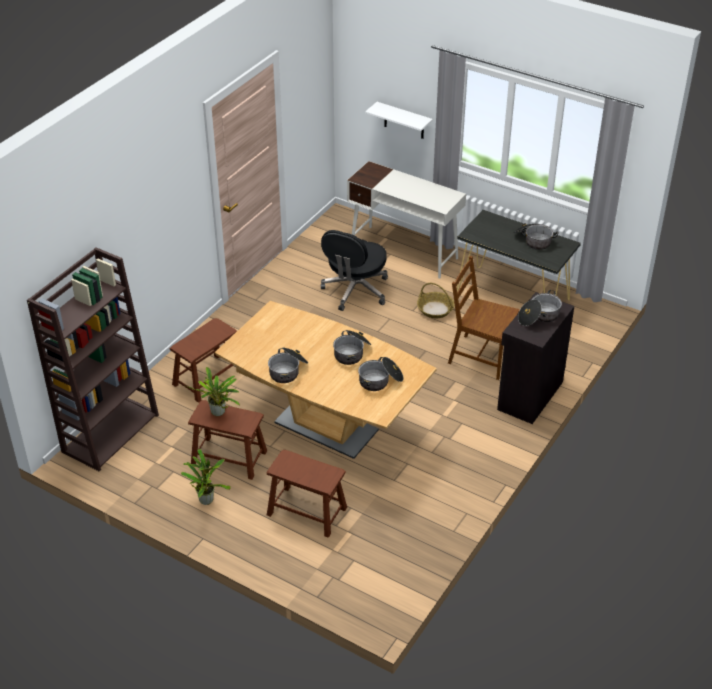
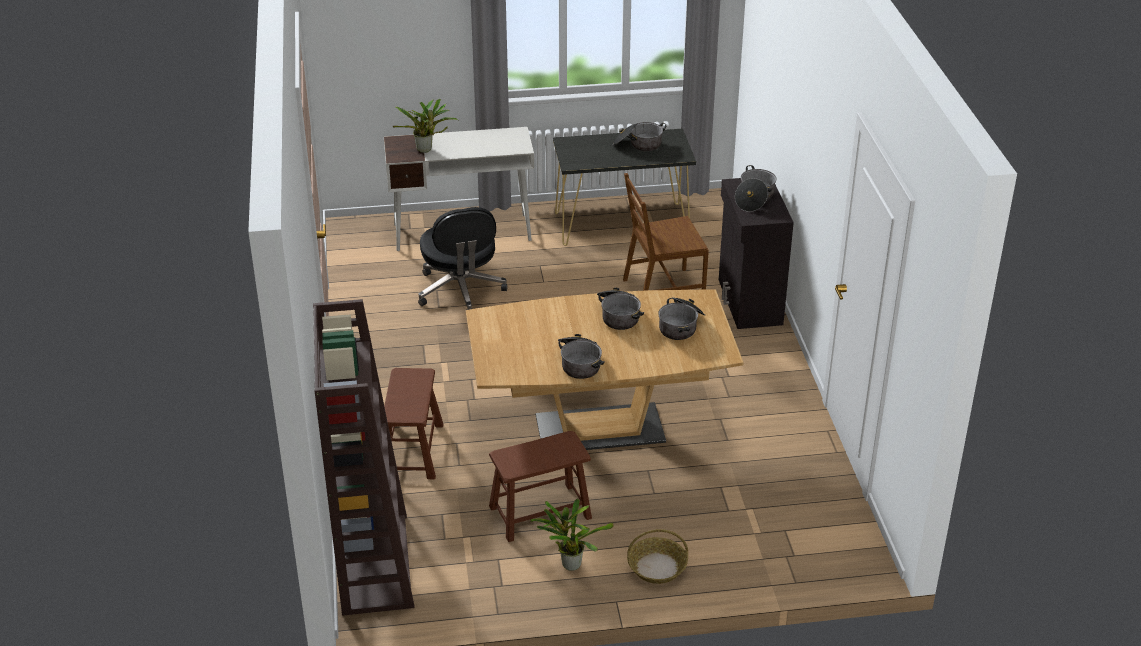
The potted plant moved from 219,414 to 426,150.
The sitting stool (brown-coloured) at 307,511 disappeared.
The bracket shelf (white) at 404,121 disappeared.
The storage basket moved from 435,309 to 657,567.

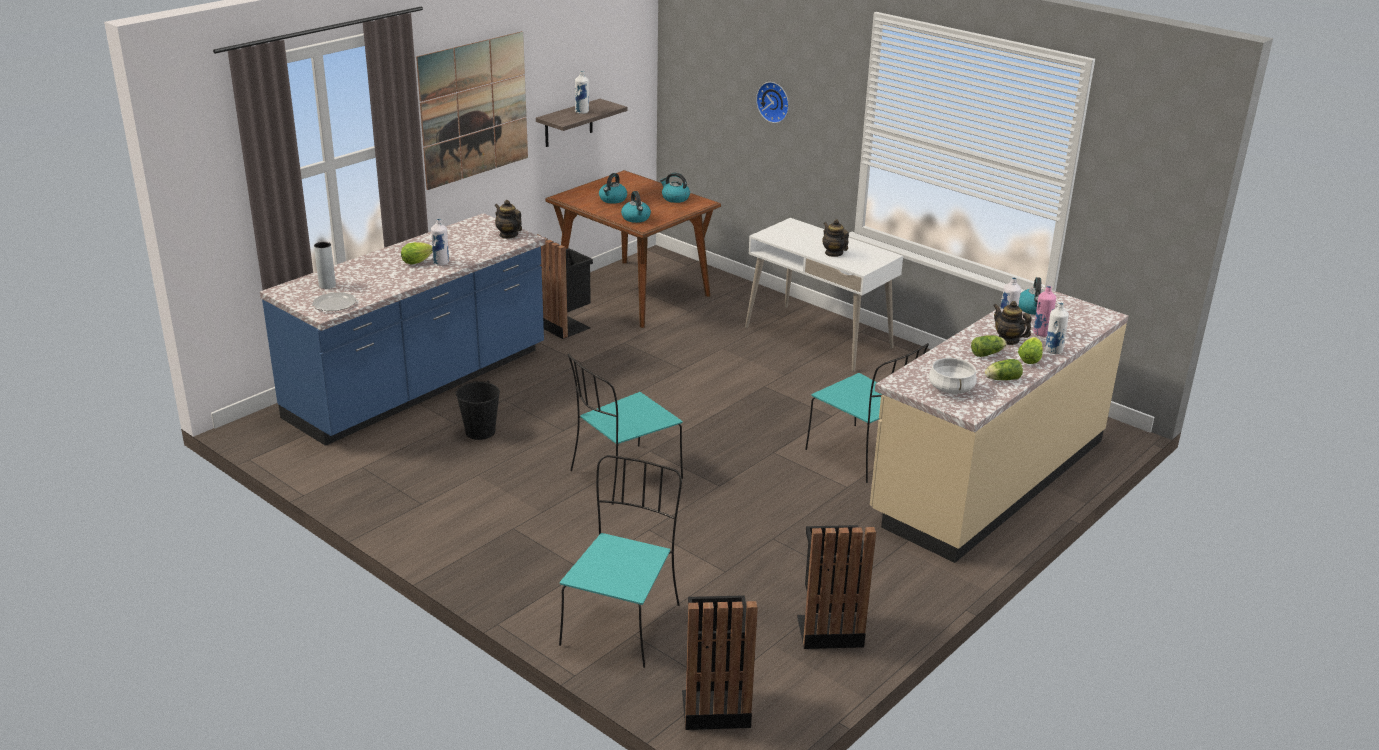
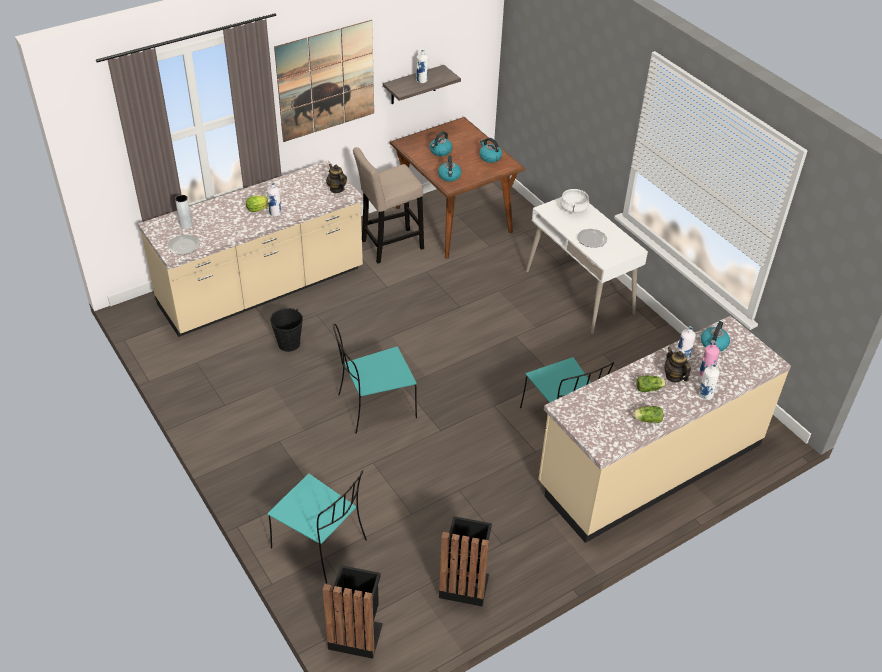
The kitchen base unit (blue) at 419,385 became the kitchen base unit (sand-coloured) at 262,289.
The trash can (blackish) at 565,325 was replaced by the sitting stool (sand-coloured) at 389,246.
The upright chair (turquoise) at 622,623 turned 90 degrees clockwise.
The hanging clock at 774,101 disappeared.
The tea pot at 833,253 was replaced by the dinner plate at 591,239.
The saucepot (white) moved from 951,389 to 574,209.
The lettuce at 1030,359 disappeared.

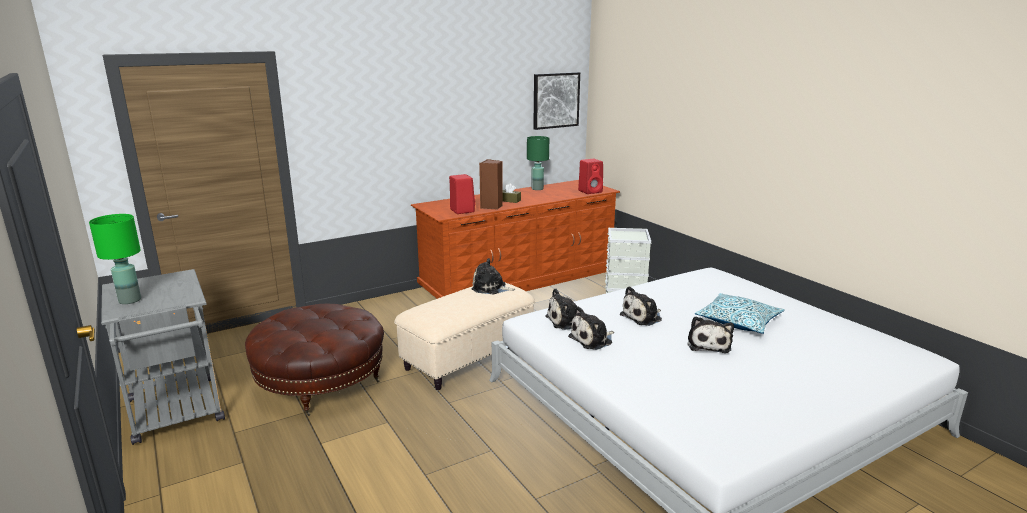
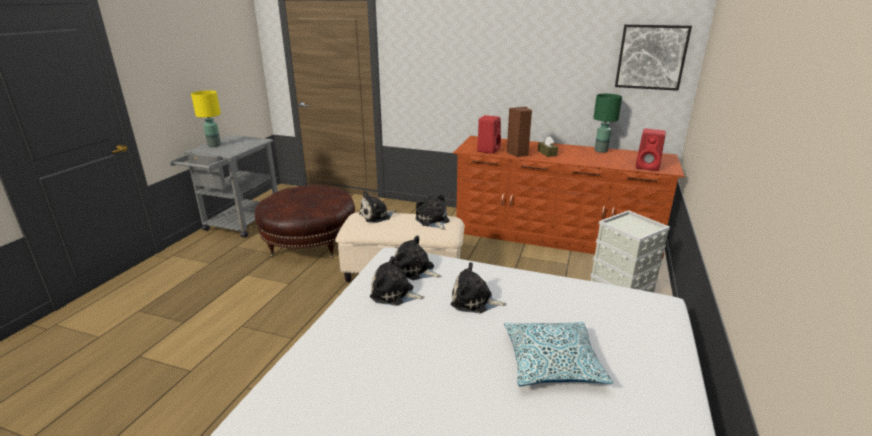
The tabletop lamp (green-coloured) at 129,300 became the tabletop lamp (yellow) at 214,145.
The cuddly toy moved from 708,344 to 377,216.

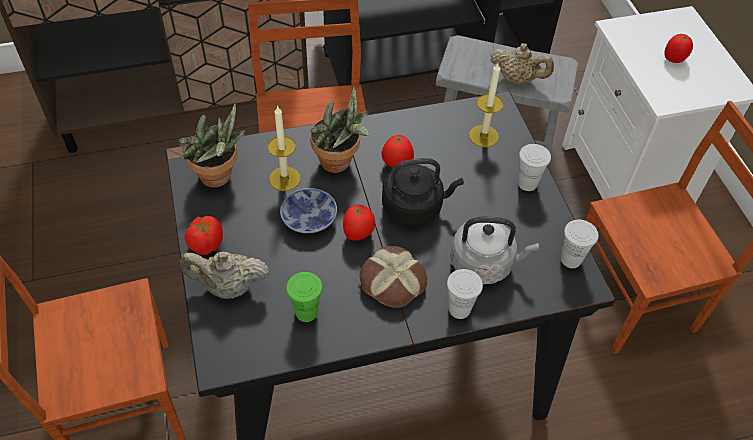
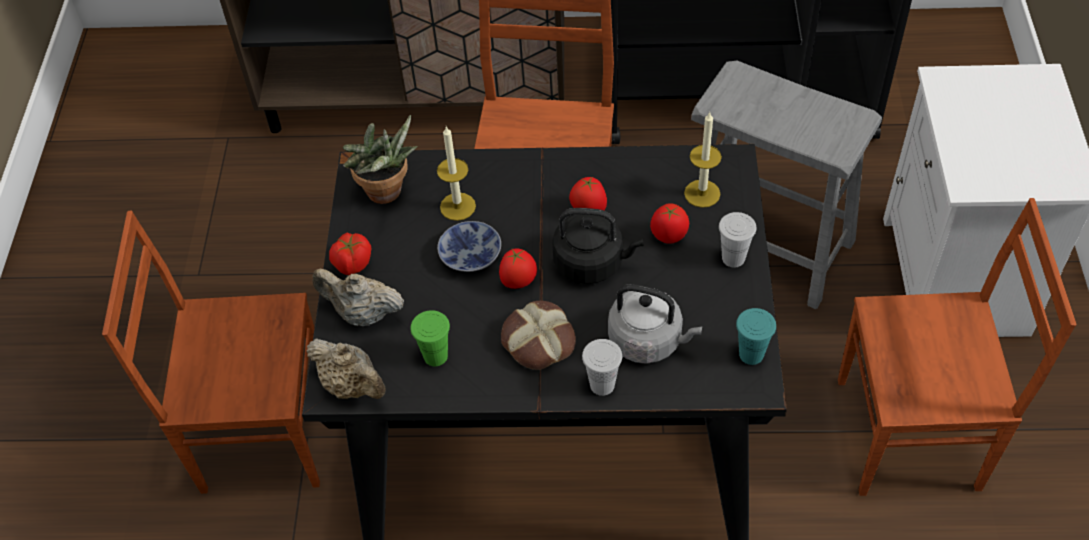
The potted plant at 340,163 disappeared.
The tea pot (sand-coloured) moved from 517,79 to 352,386.
The drinking cup (white) at 571,259 became the drinking cup (turquoise) at 751,354.
The fresh tomato moved from 674,59 to 669,236.

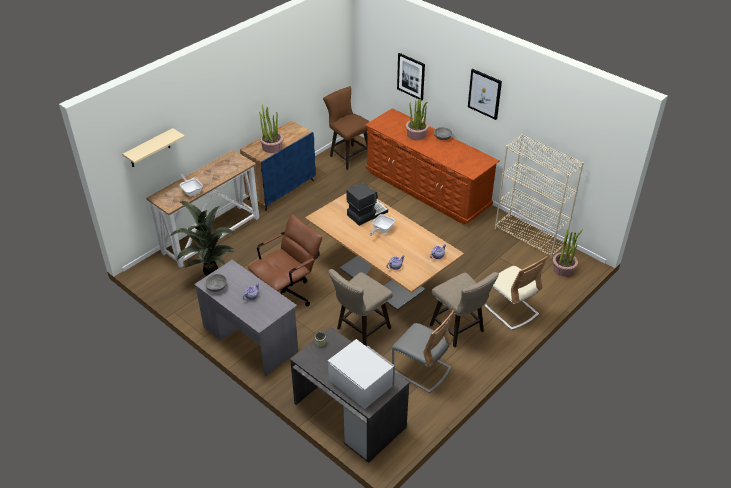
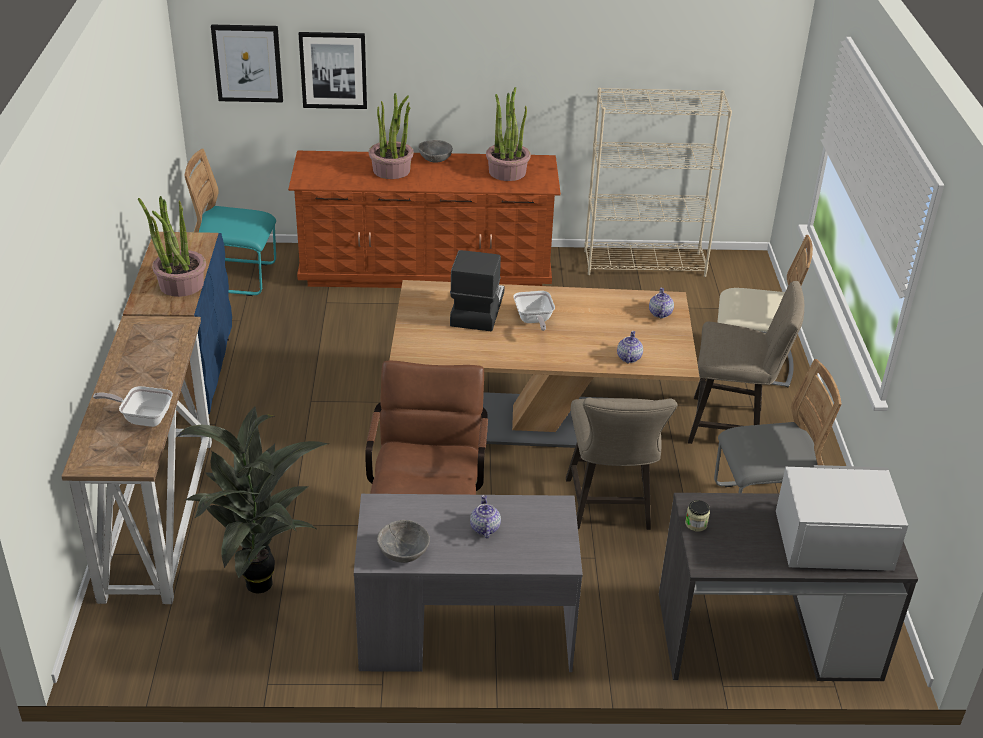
The bracket shelf (sand-coloured) at 149,148 disappeared.
The sitting stool (brown-coloured) at 348,155 was replaced by the upright chair (turquoise) at 236,277.
The wall picture moved from 484,94 to 247,63.
The potted plant moved from 563,269 to 507,172.

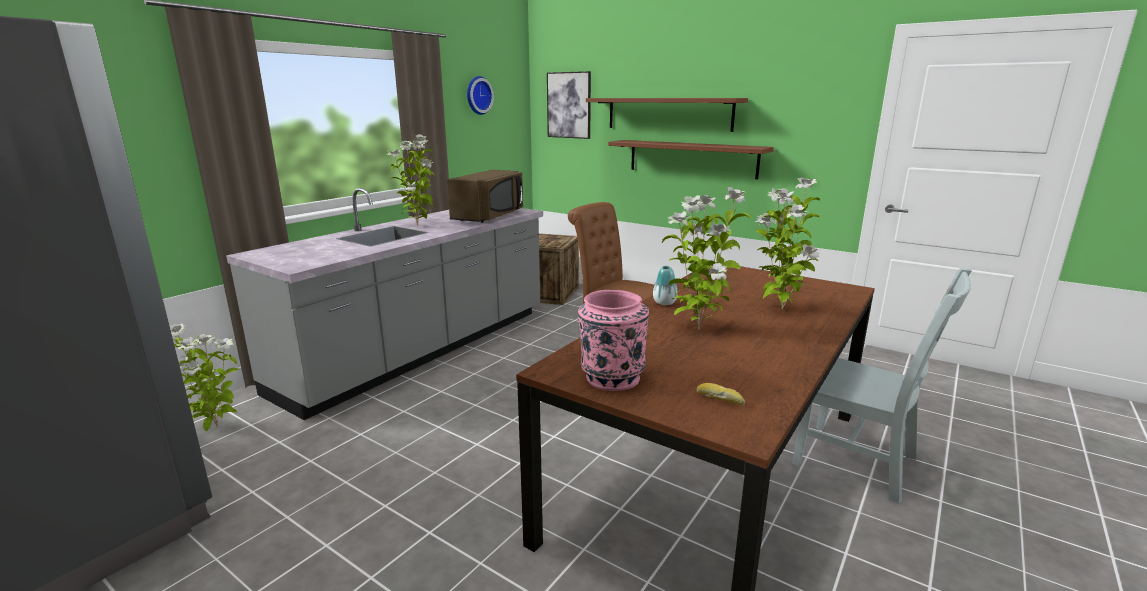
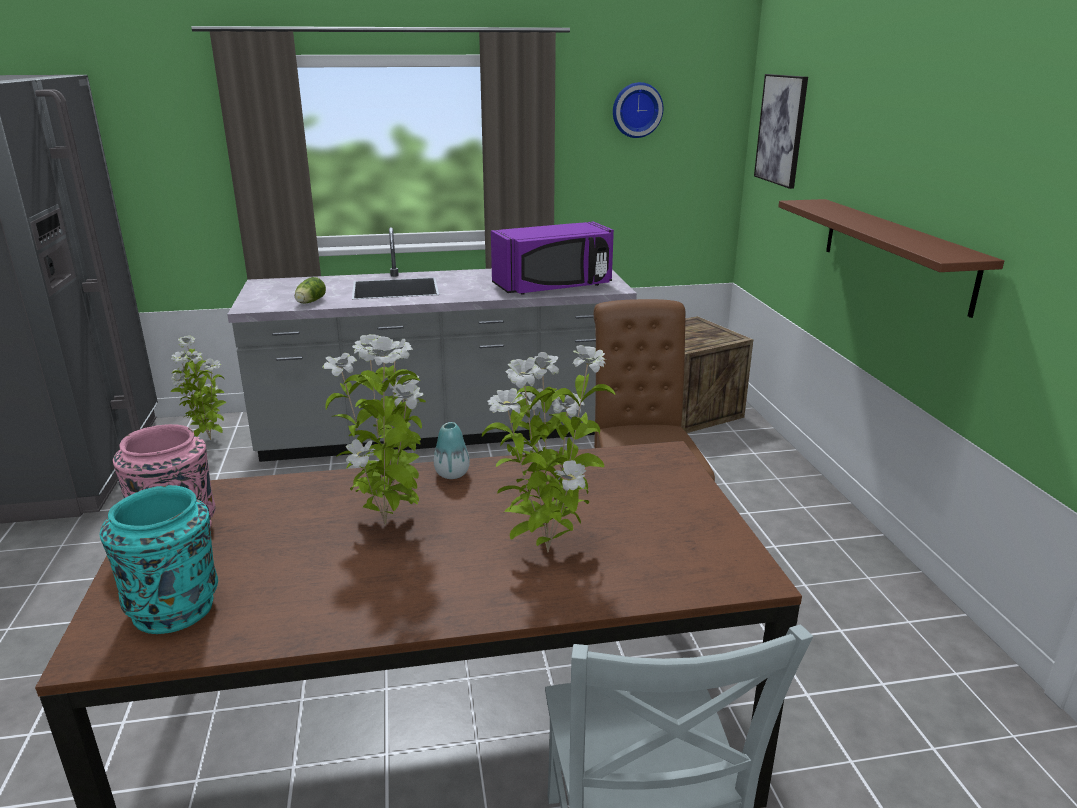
The potted plant at 418,225 disappeared.
The kitchen microwave (brown-coloured) at 490,216 became the kitchen microwave (purplish) at 554,287.
The bracket shelf (brown-coloured) at 668,114 disappeared.
The bread at 720,399 was replaced by the vase (turquoise) at 175,608.
The lettuce at 309,302 appeared.

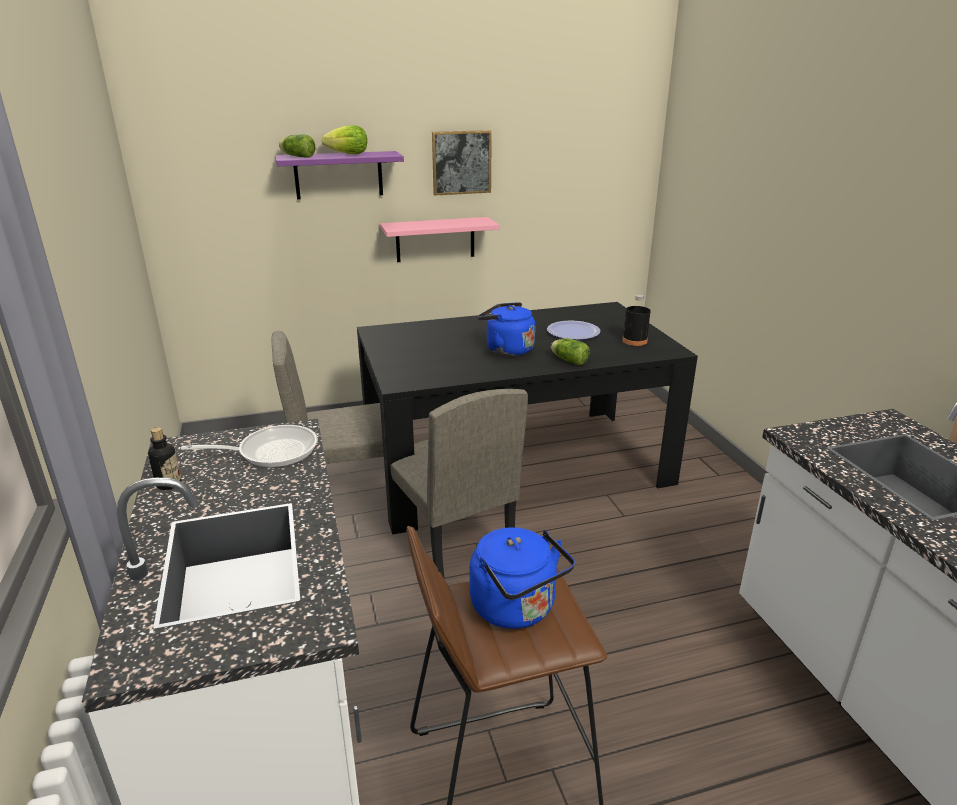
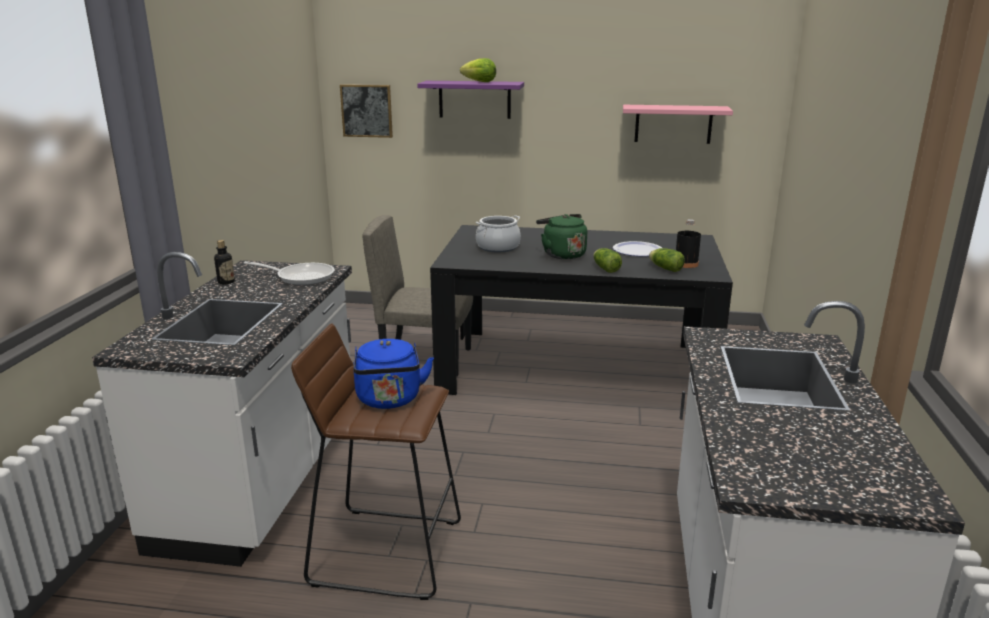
The lettuce moved from 297,156 to 664,268.
The bracket shelf (pink) moved from 435,239 to 673,124.
The upright chair (sand-coloured) at 452,542 disappeared.
The wall picture moved from 461,162 to 367,110.
The kettle (blue) at 506,350 became the kettle (green-coloured) at 562,254.
The saucepot at 498,247 appeared.

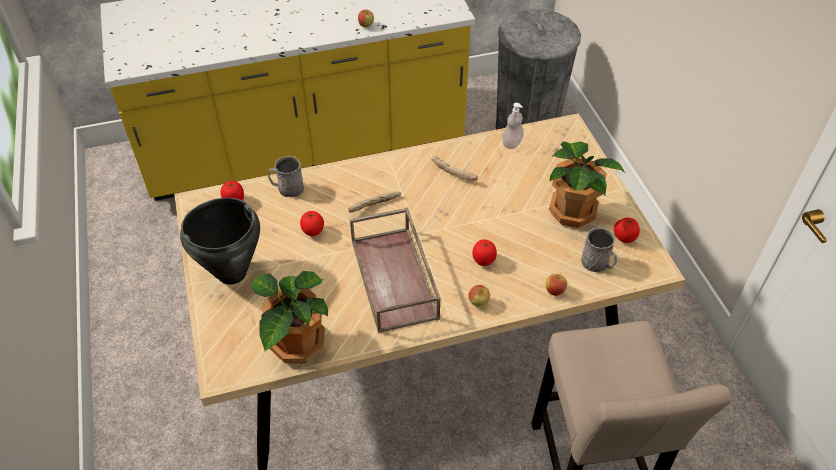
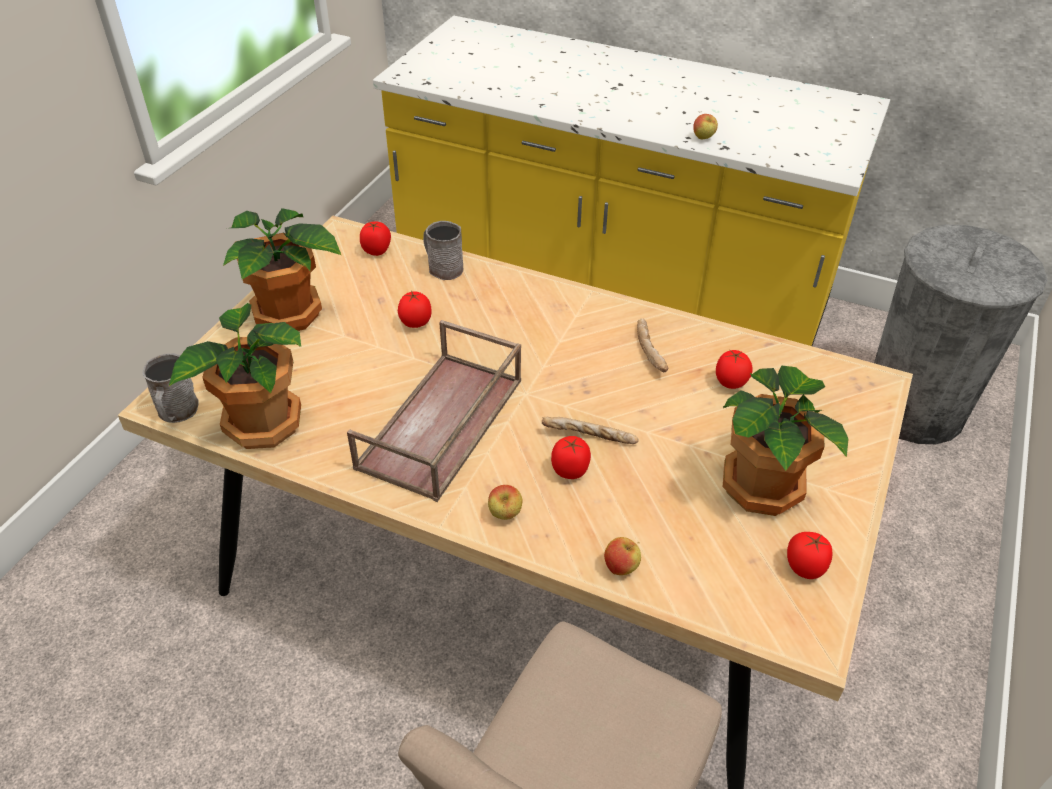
The saucepot (blackish) at 231,273 was replaced by the potted plant at 290,316.
The bread moved from 375,206 to 589,438.
The soap bottle at 511,143 disappeared.
The tea mug (gray) moved from 598,264 to 177,412.
The fresh tomato at 730,383 appeared.

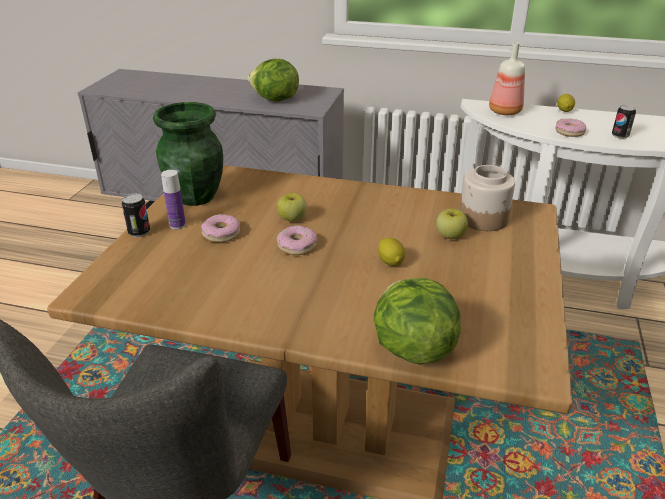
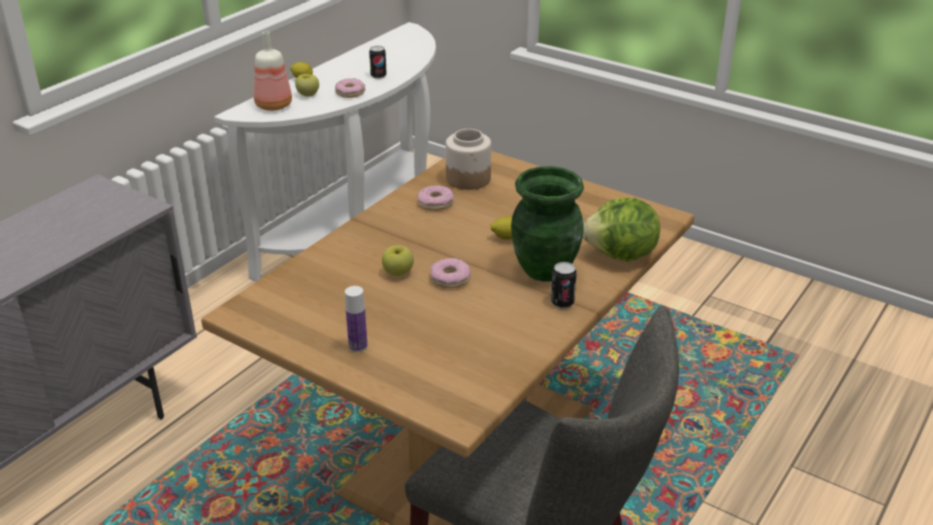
The can moved from 139,232 to 562,302.
The vase (green-coloured) moved from 196,197 to 545,269.
The donut moved from 221,234 to 435,203.
The lettuce at 275,100 disappeared.
The apple moved from 450,235 to 308,94.

